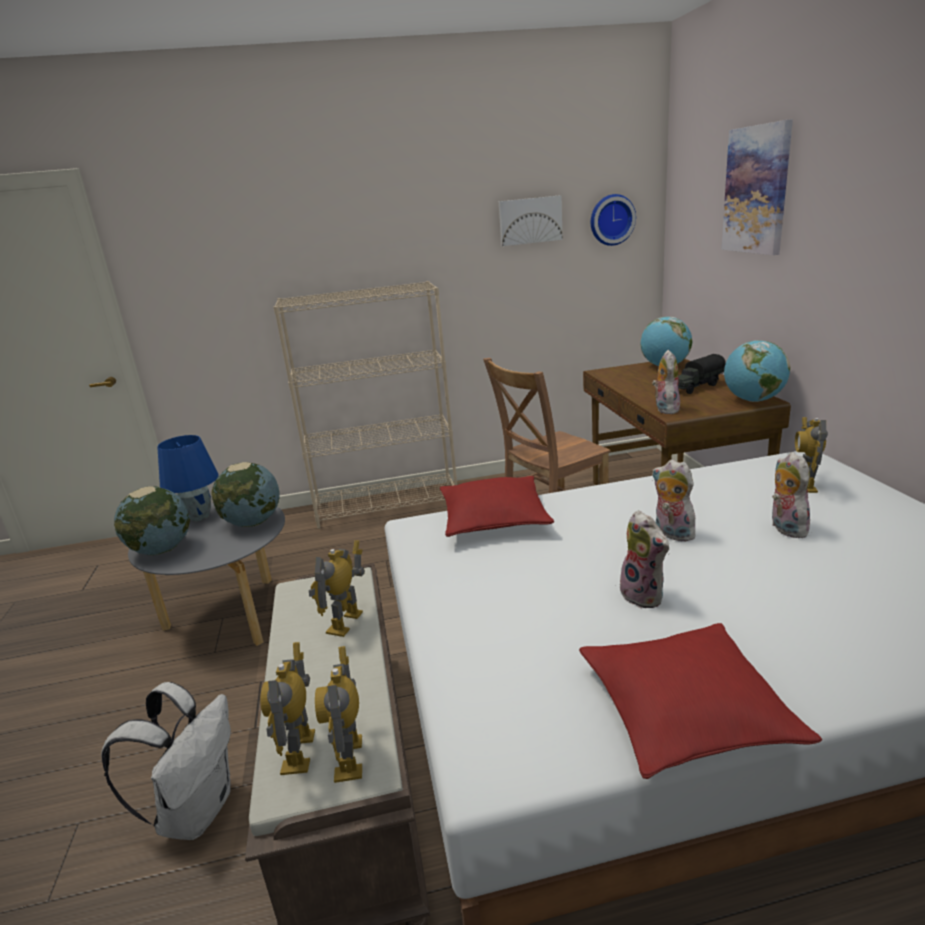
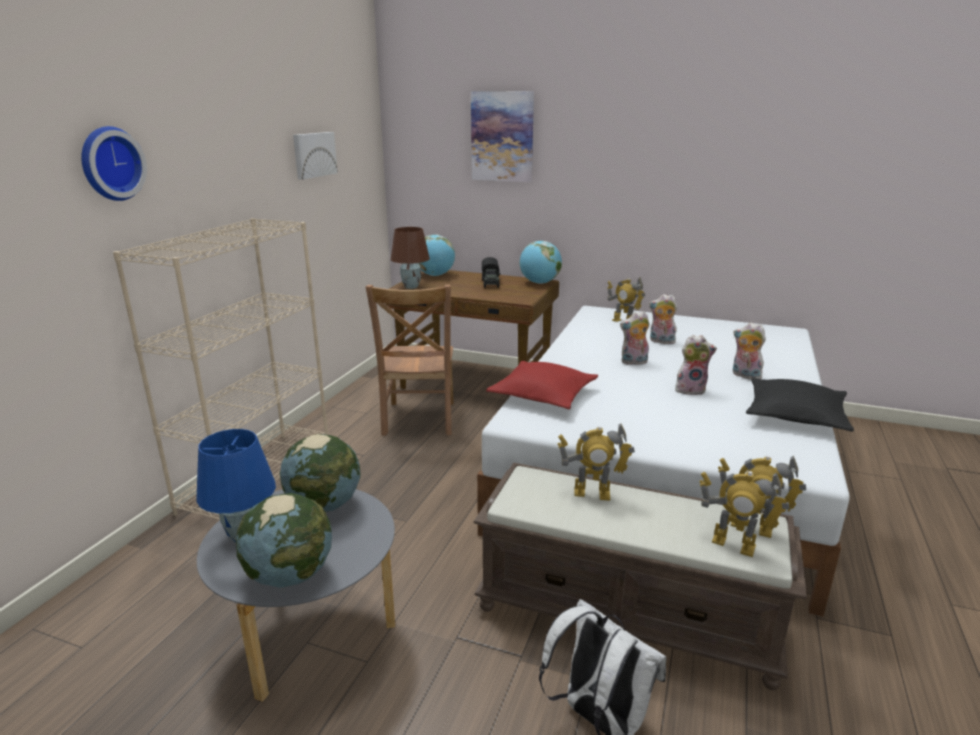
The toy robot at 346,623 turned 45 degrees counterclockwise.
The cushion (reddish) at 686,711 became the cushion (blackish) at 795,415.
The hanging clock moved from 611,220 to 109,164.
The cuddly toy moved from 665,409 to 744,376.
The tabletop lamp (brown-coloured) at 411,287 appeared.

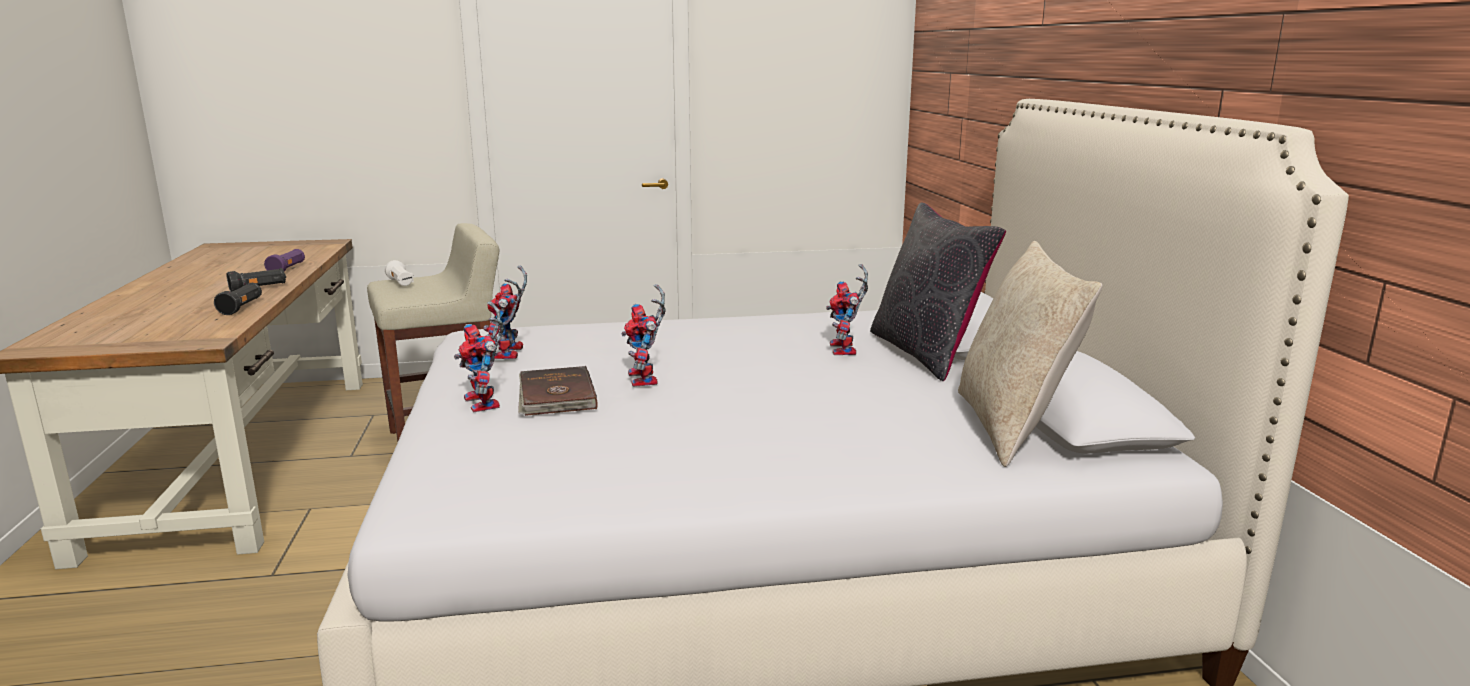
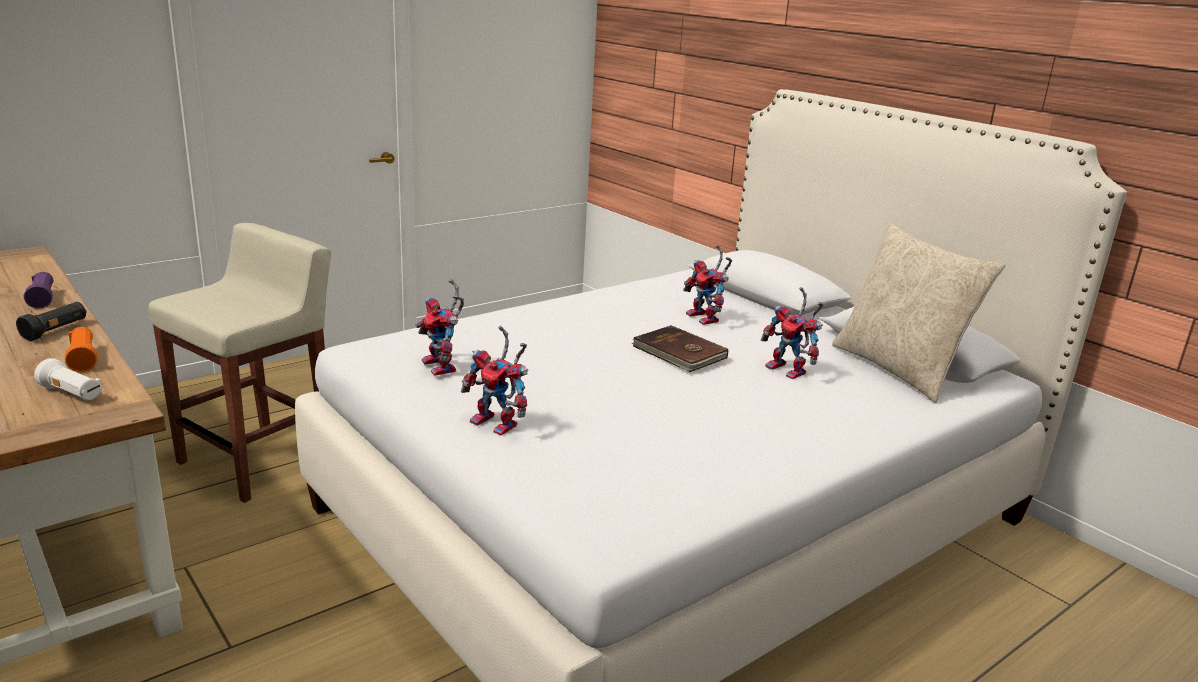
The hand torch (blackish) at 242,308 became the hand torch (orange-coloured) at 83,359.
The hand torch (white) moved from 401,283 to 72,394.
The book (brown-coloured) moved from 555,396 to 679,353.
The toy robot moved from 646,380 to 790,371.
The cushion (blackish) at 926,353 disappeared.

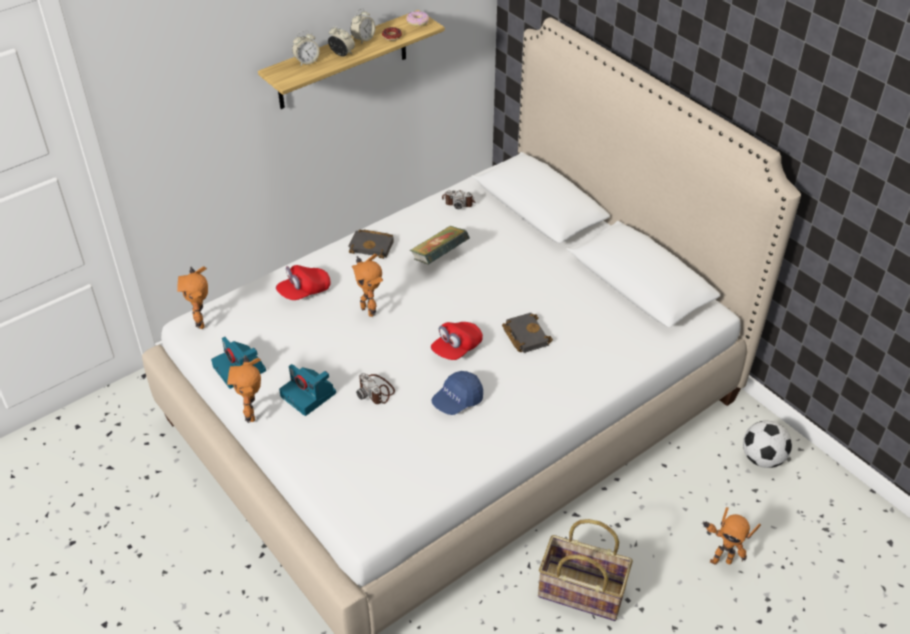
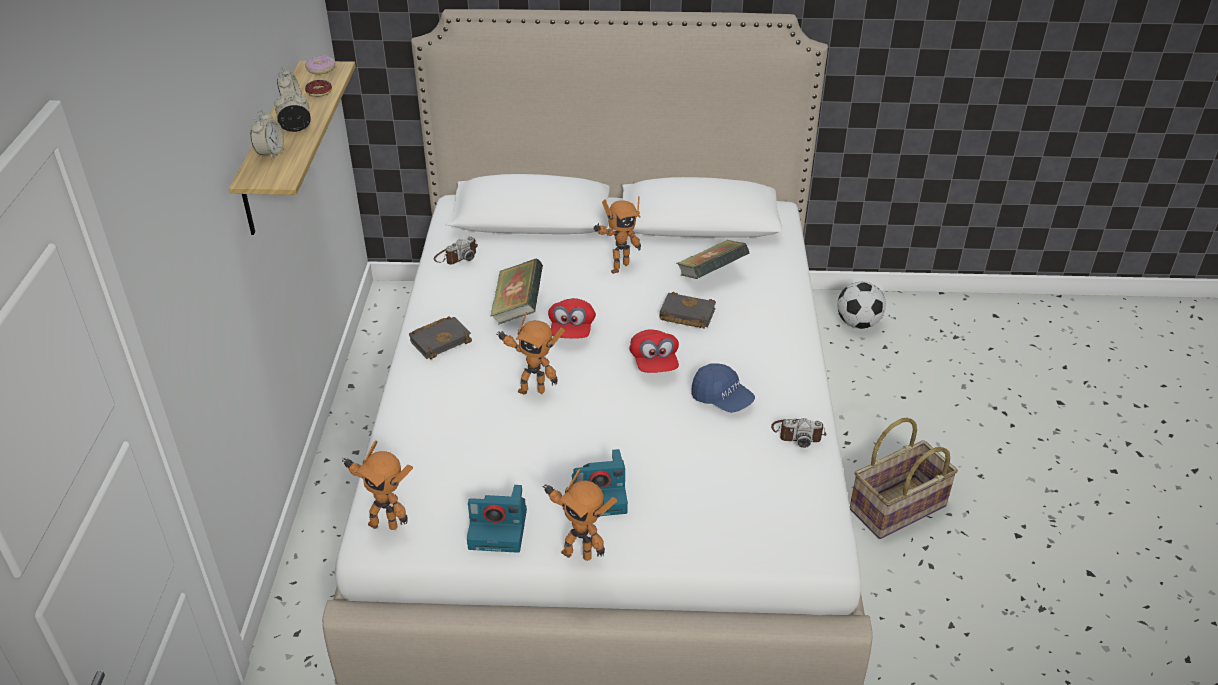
The baseball cap (reddish) moved from 304,291 to 572,330.
The still camera moved from 376,391 to 798,433.
The baseball cap (blue) at 457,401 turned 45 degrees counterclockwise.
The toy robot moved from 720,559 to 617,267.
The book at 711,275 appeared.

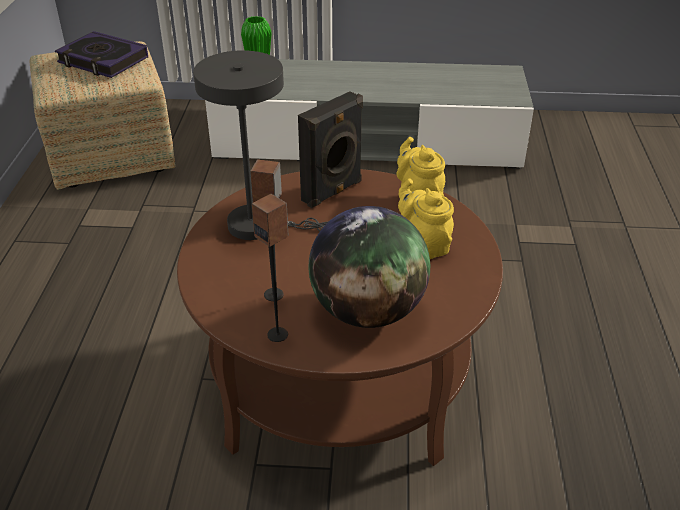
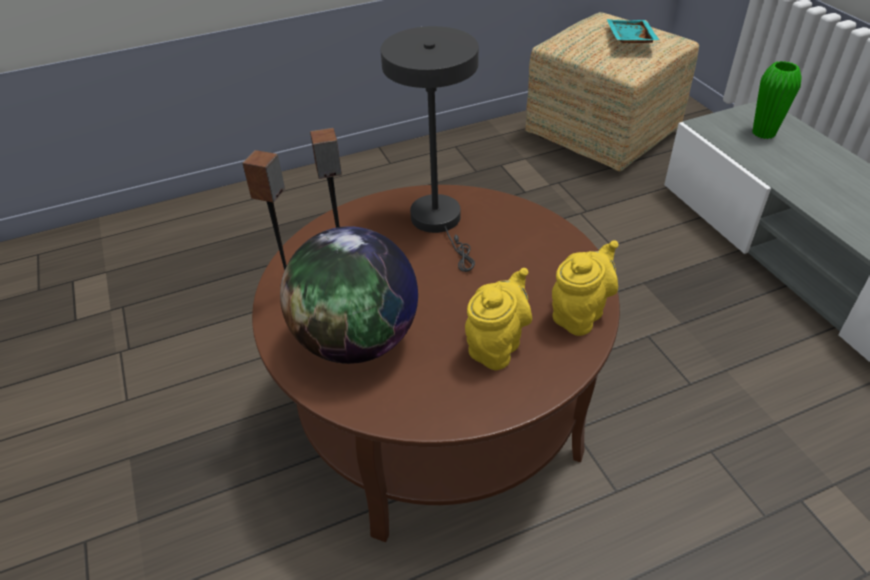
The book at 103,61 was replaced by the serving tray (turquoise) at 628,40.
The audio speaker (blackish) at 333,192 disappeared.

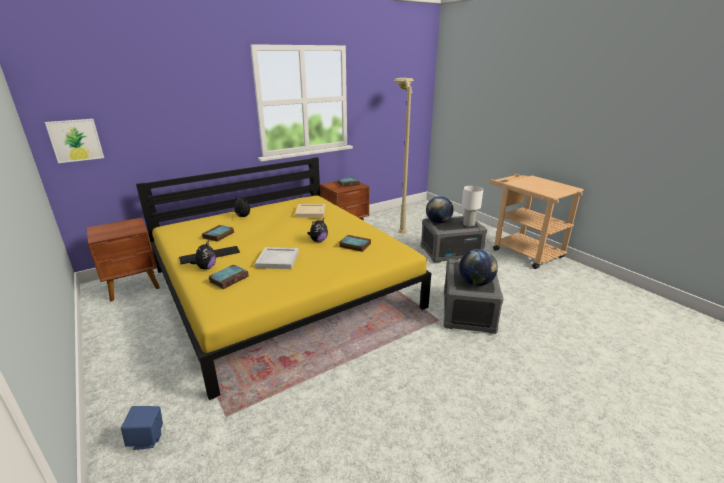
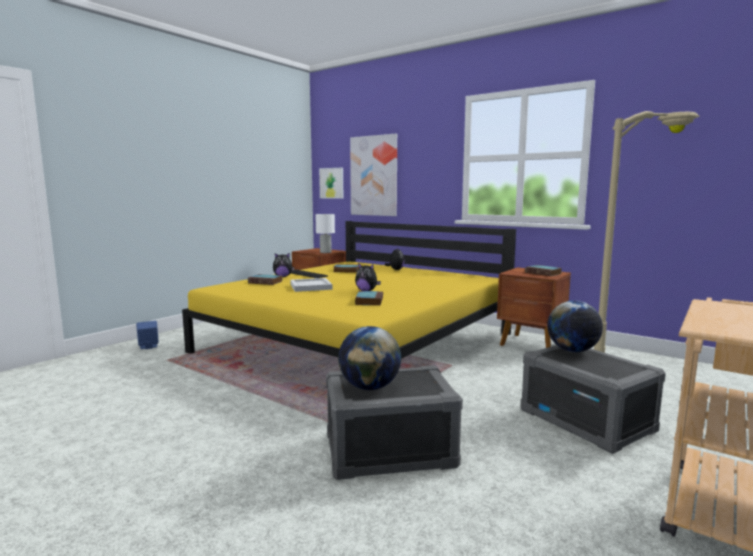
The serving tray (sand-coloured) at 311,212 disappeared.
The tabletop lamp (white) moved from 468,224 to 326,252.
The wall picture at 374,176 appeared.

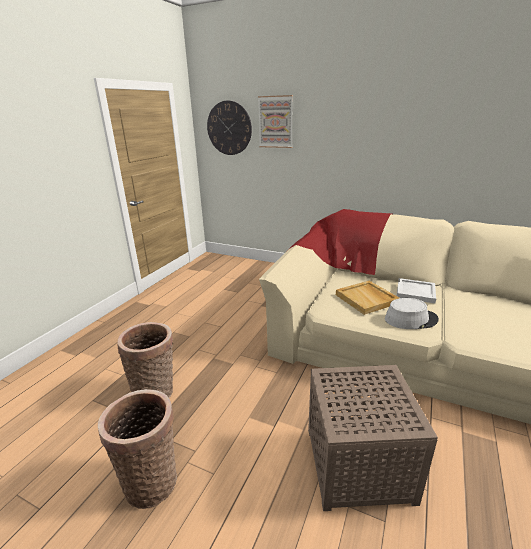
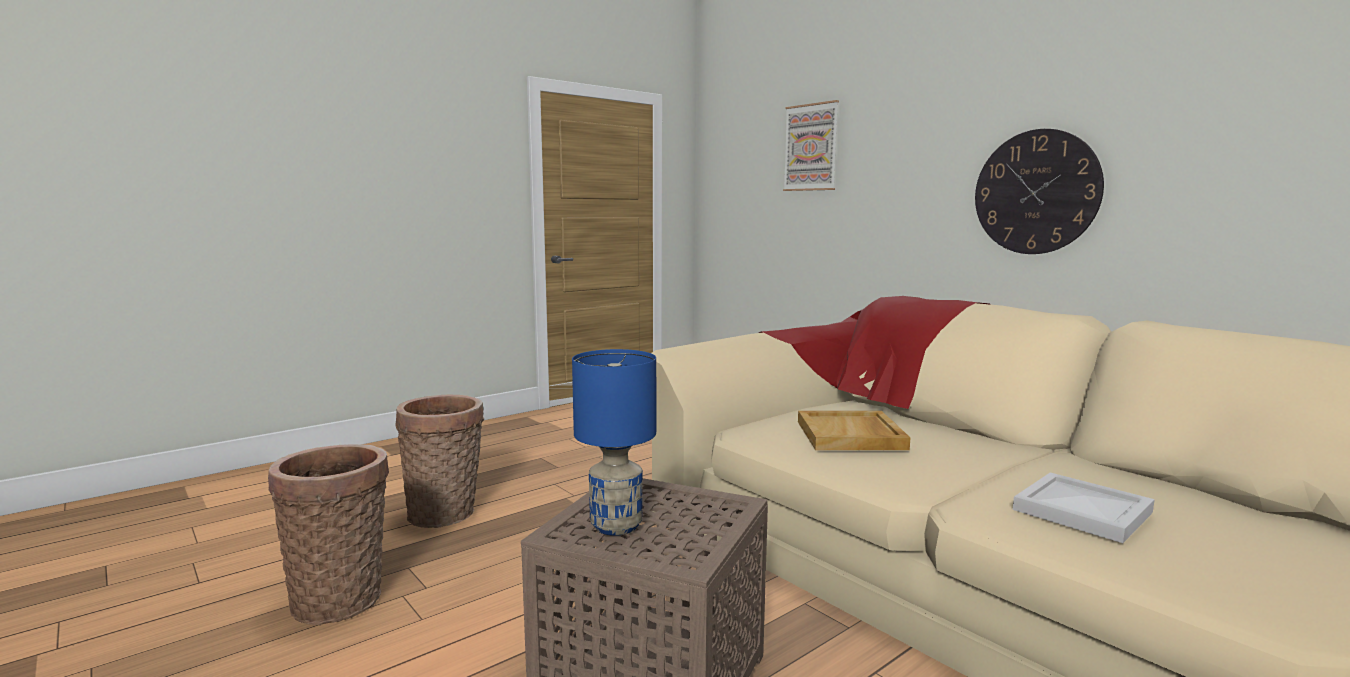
The hanging clock moved from 229,128 to 1036,192.
The clothing hat (gray) at 410,319 disappeared.
The serving tray (white) moved from 416,292 to 1083,512.
The tabletop lamp (blue) at 616,525 appeared.

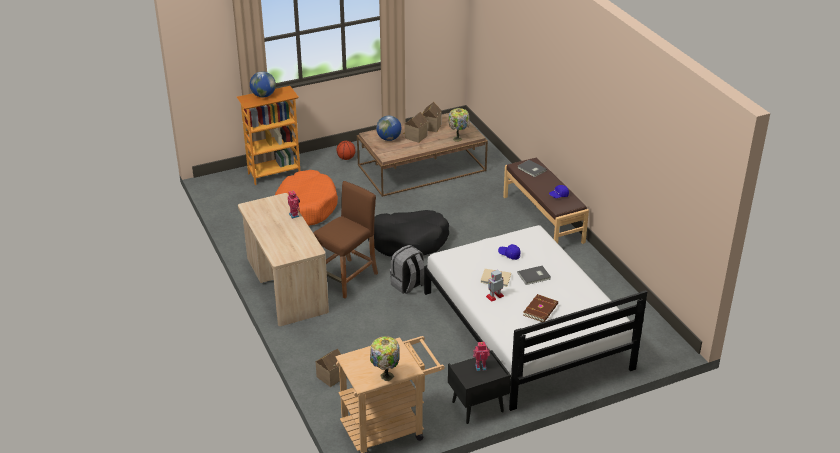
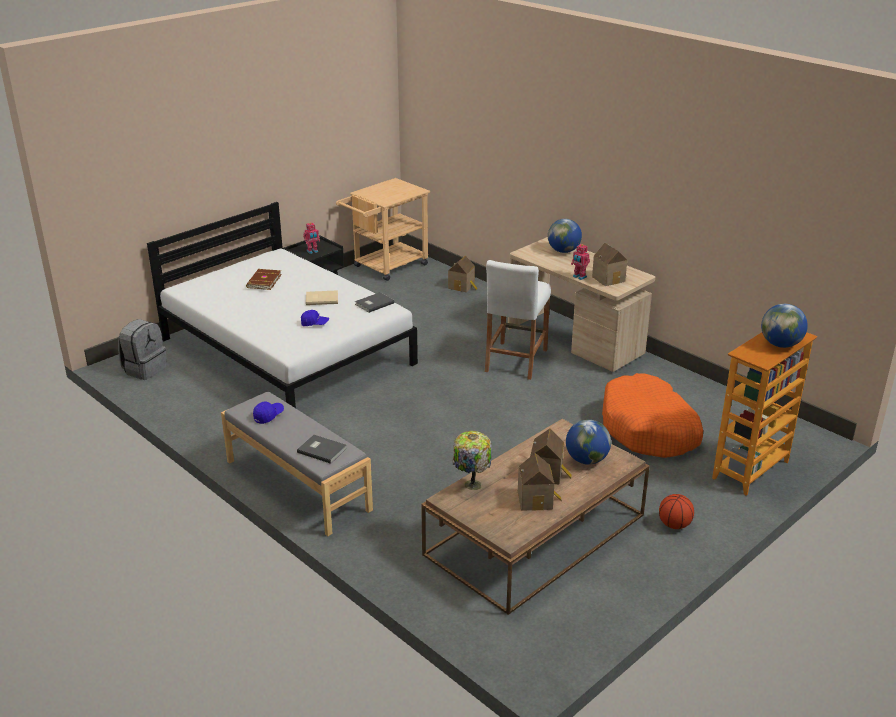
The sitting stool (brown-coloured) at 347,278 became the sitting stool (white) at 515,360.
The dog cushion (blackish) at 408,241 disappeared.
The tabletop lamp at 385,376 disappeared.
The rucksack (gray) moved from 408,285 to 144,369.
The toy robot at 495,296 disappeared.
The long seat (brown-coloured) at 543,219 became the long seat (gray) at 296,485.
The book (gray) moved from 534,276 to 373,303.
The desk globe at 563,251 appeared.
The toy house at 609,279 appeared.

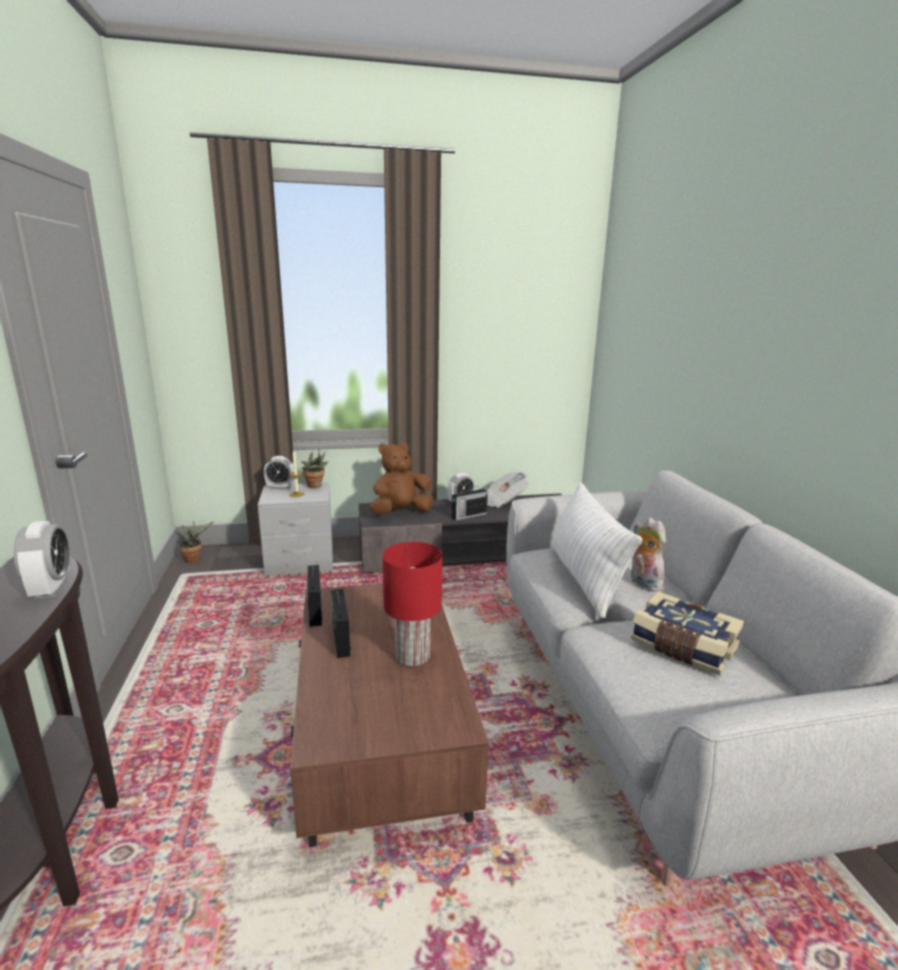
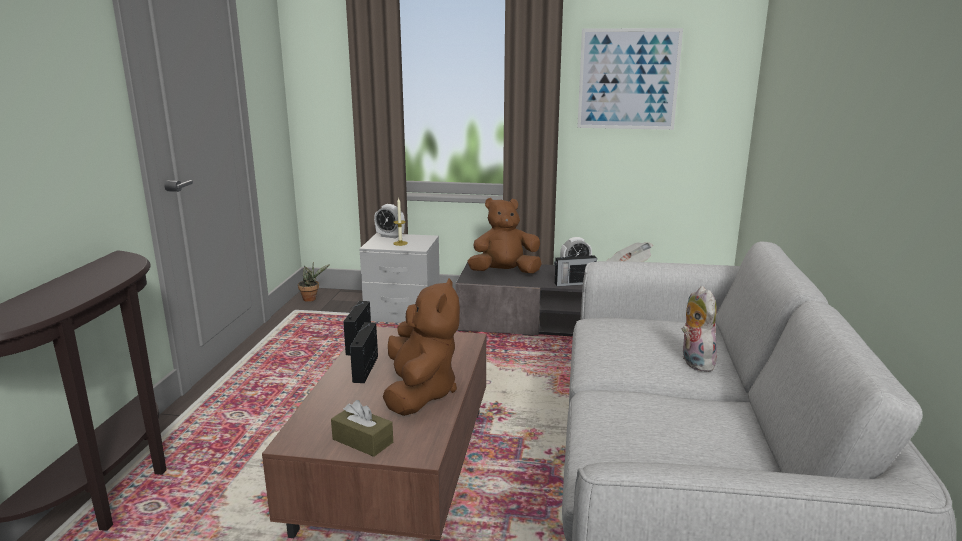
The alarm clock at 51,588 disappeared.
The potted plant at 316,486 disappeared.
The tabletop lamp (reddish) at 413,656 was replaced by the cuddly toy (brown-coloured) at 420,393.
The cushion (white) at 584,579 disappeared.
The book at 682,647 disappeared.
The tissue box (brown-coloured) at 362,441 appeared.
The wall picture at 628,79 appeared.

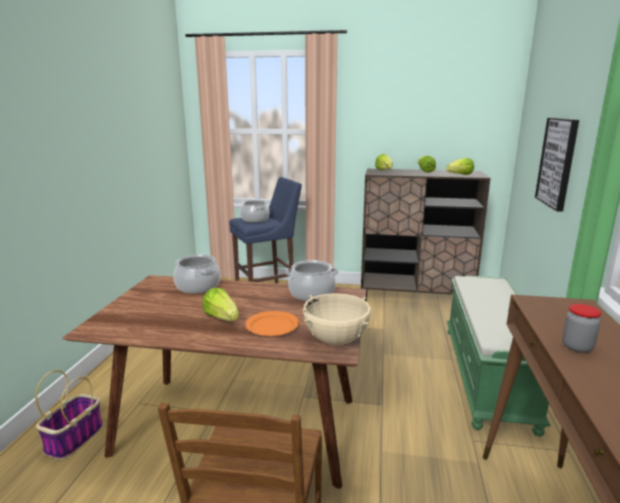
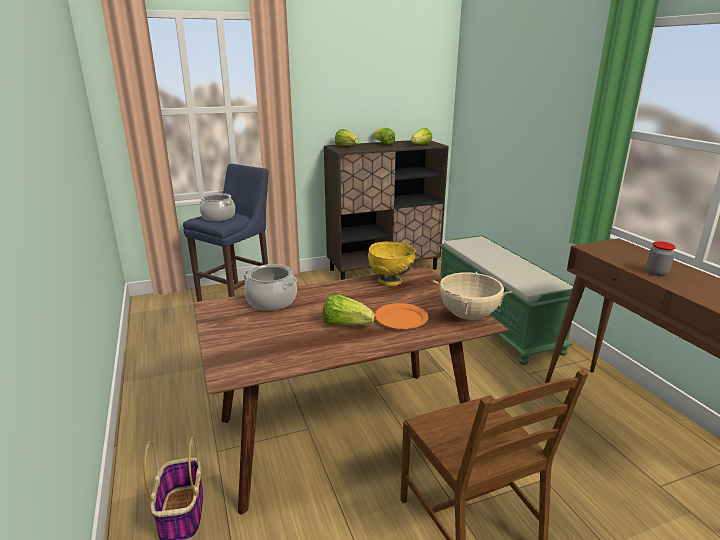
The saucepot at 311,294 was replaced by the serving bowl (yellow) at 390,282.
The wall picture at 557,162 disappeared.

